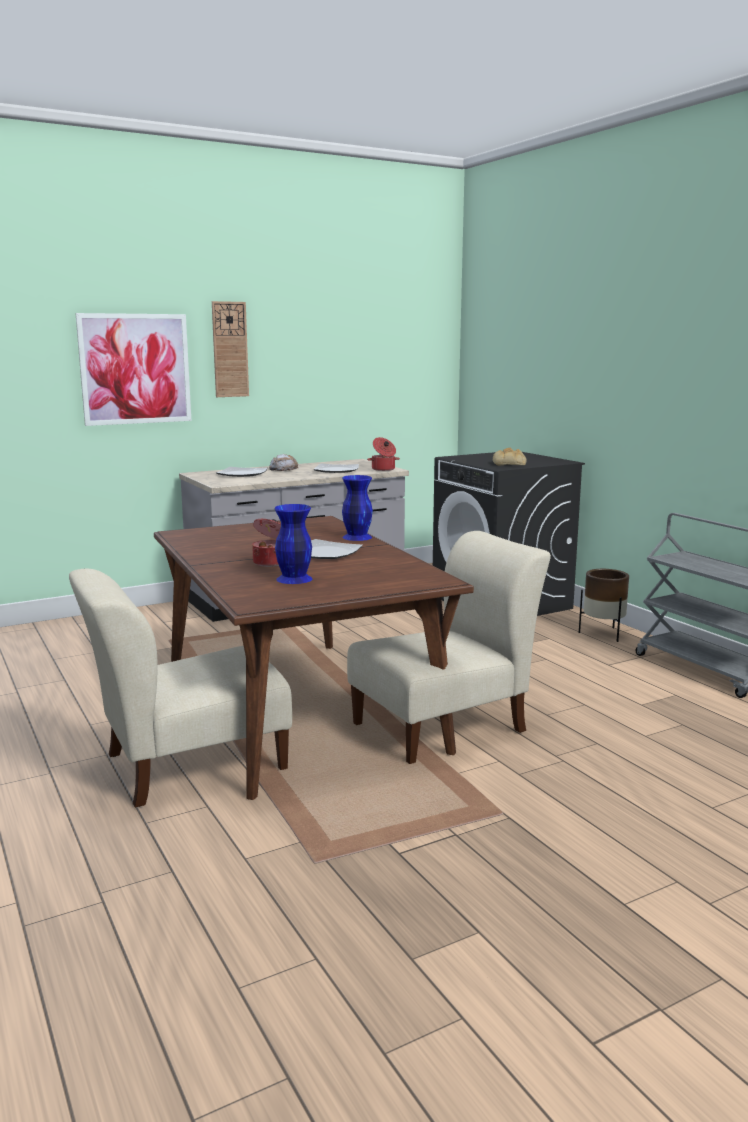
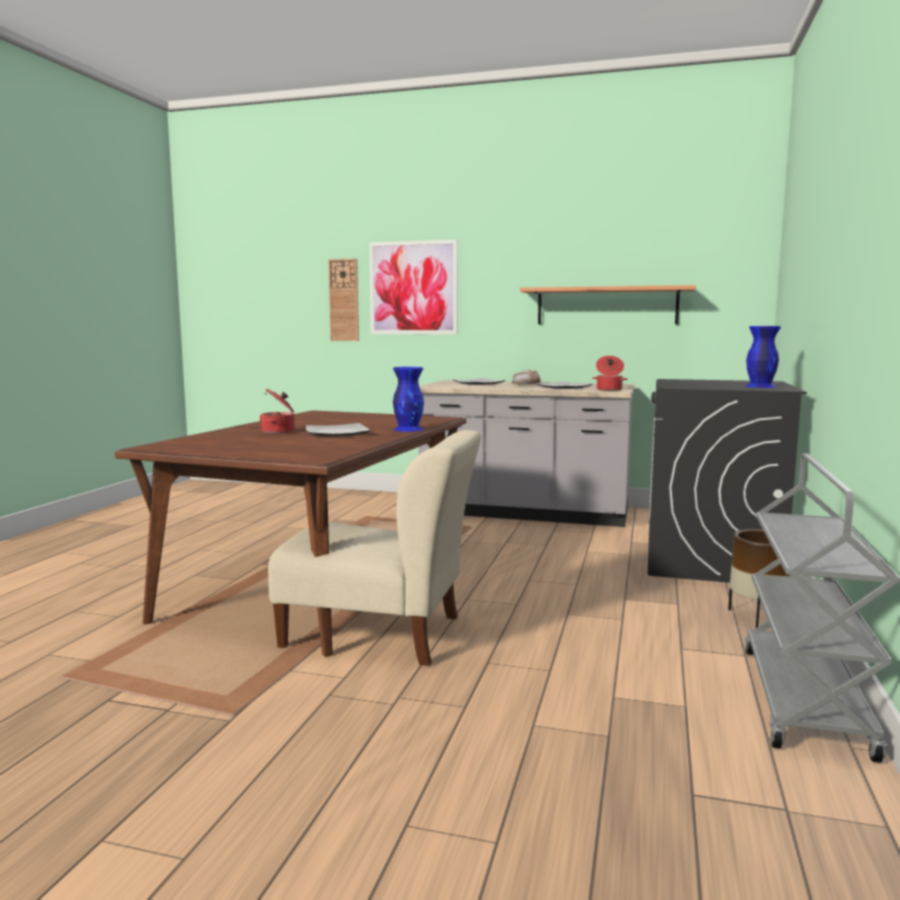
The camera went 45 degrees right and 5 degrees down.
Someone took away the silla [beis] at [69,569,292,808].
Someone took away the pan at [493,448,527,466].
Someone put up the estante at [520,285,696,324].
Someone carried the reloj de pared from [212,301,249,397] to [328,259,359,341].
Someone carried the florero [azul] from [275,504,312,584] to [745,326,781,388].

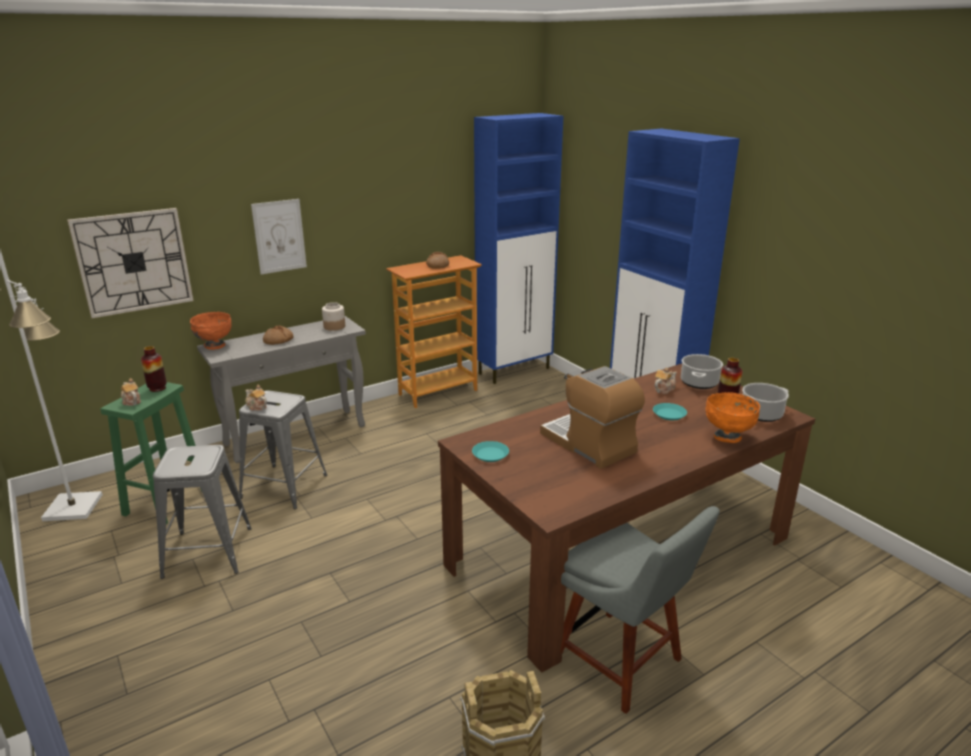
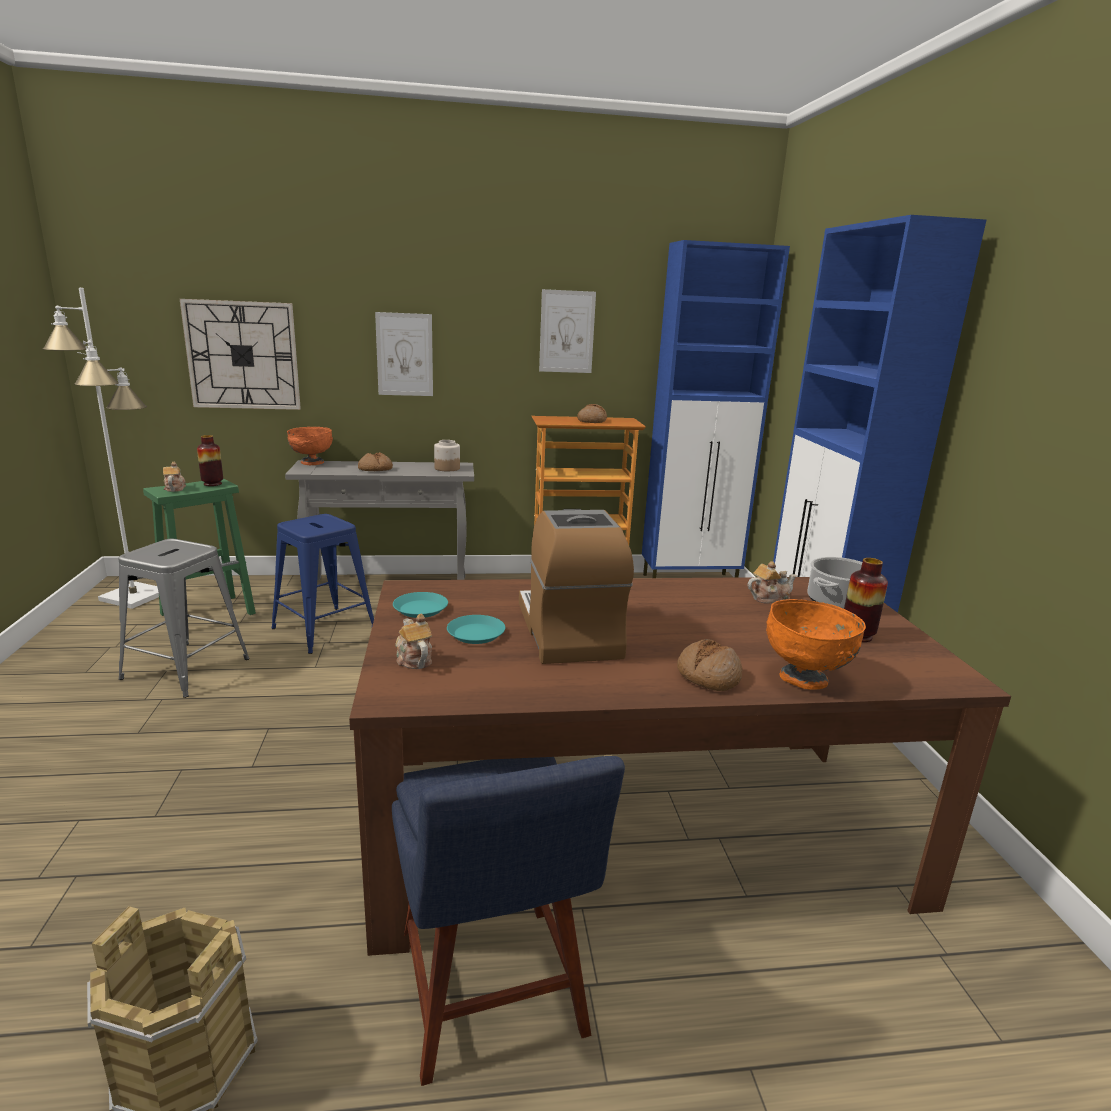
The camera went 25 degrees right and 5 degrees down.
Someone took away the olla at [742,383,789,422].
Someone put up the cuadro at [539,289,596,373].
Someone put down the pan at [677,639,742,691].
Someone carried the tetera from [245,384,267,411] to [395,613,432,669].
Someone carried the plato [turquesa] from [653,403,687,420] to [447,615,505,644].
Someone repainted the taburete [gris] at [239,391,327,509], which became the taburete [azul] at [272,514,374,654].
Someone repainted the silla [gris] at [560,506,720,714], which became the silla [azul] at [392,756,625,1086].

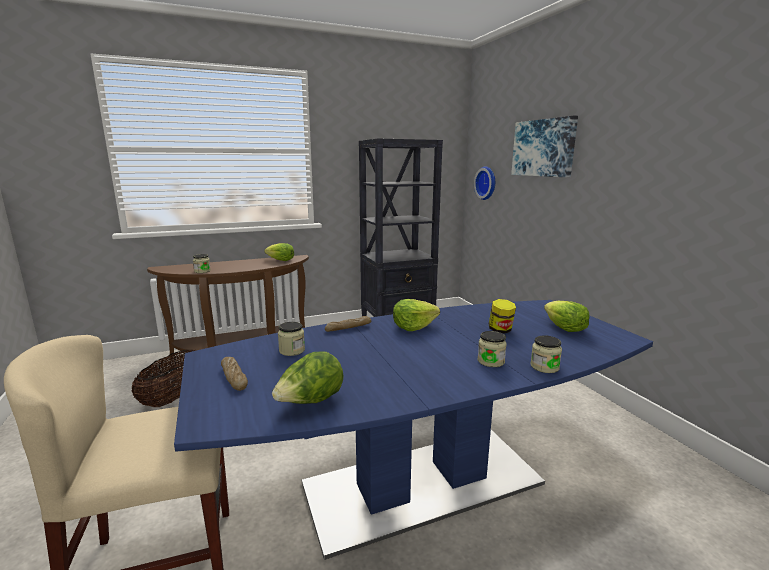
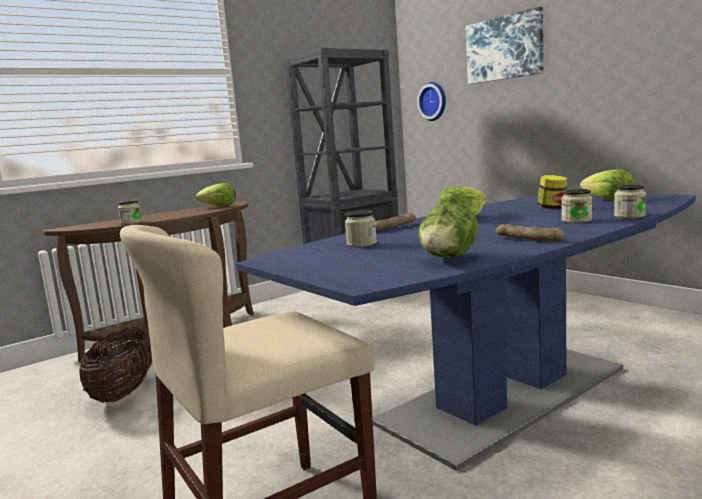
The camera went 15 degrees left and 5 degrees down.
Someone carried the pan from [221,357,248,391] to [496,224,565,242].

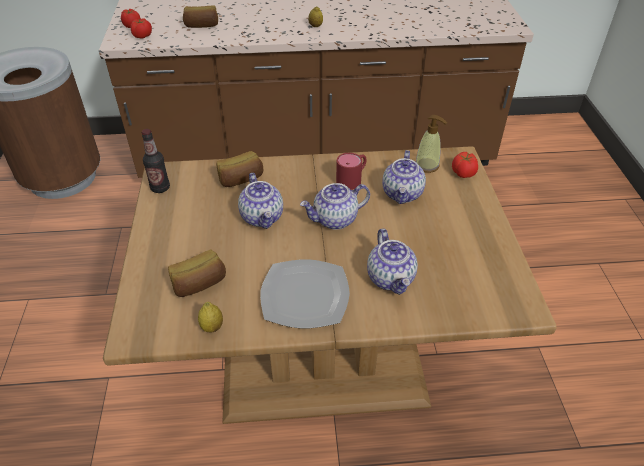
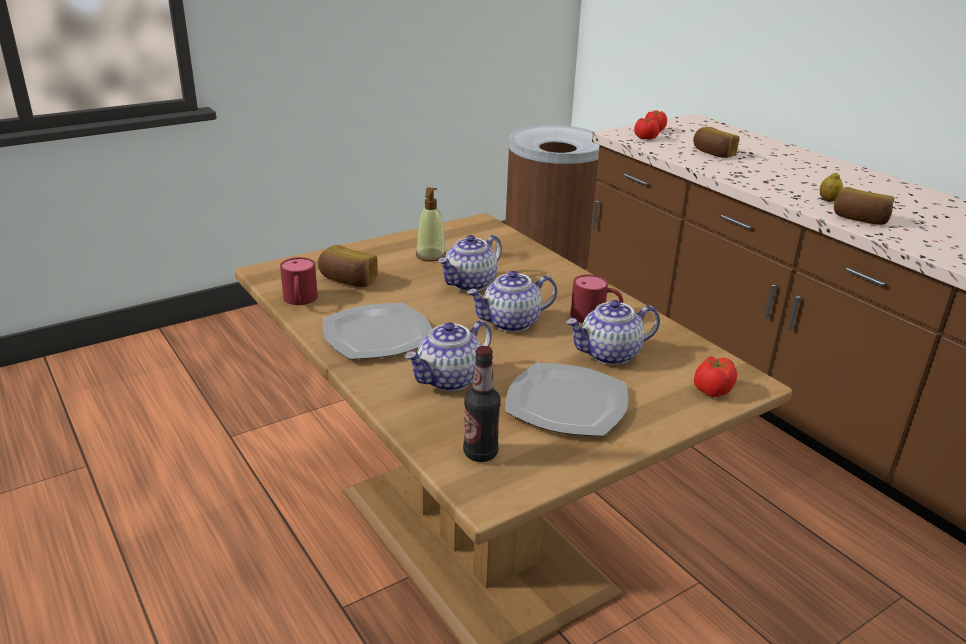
The camera went 60 degrees right and 15 degrees down.
Someone put down the plato at [505,363,628,436].
Someone carried the botella from [142,129,170,193] to [463,346,501,462].
Someone carried the pan from [216,151,263,187] to [834,187,894,225].
Someone carried the dispensador de jabón from [416,115,447,173] to [416,187,446,261].
Someone swapped the limón at [198,302,223,333] for the taza grande [rojo] at [280,257,318,305].
Someone rotated the tetera at [300,183,370,230] by 60 degrees counterclockwise.

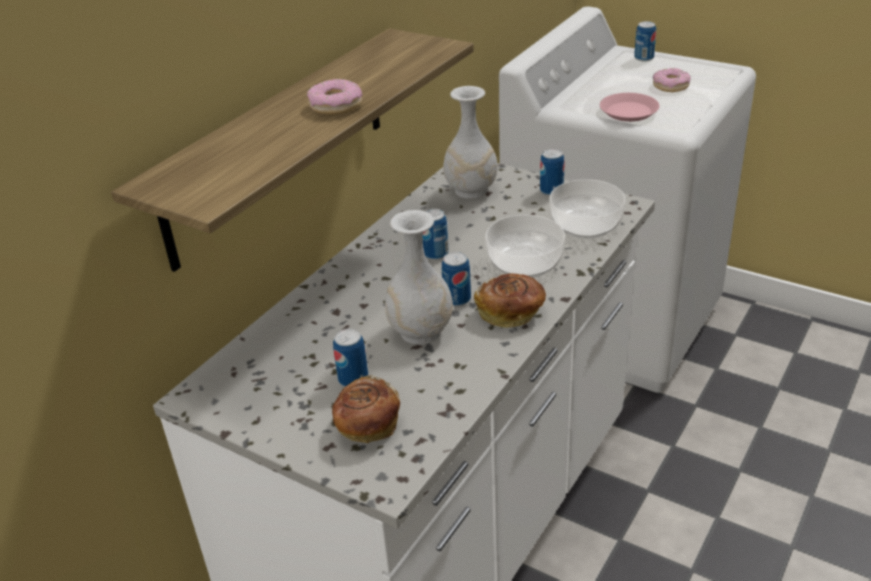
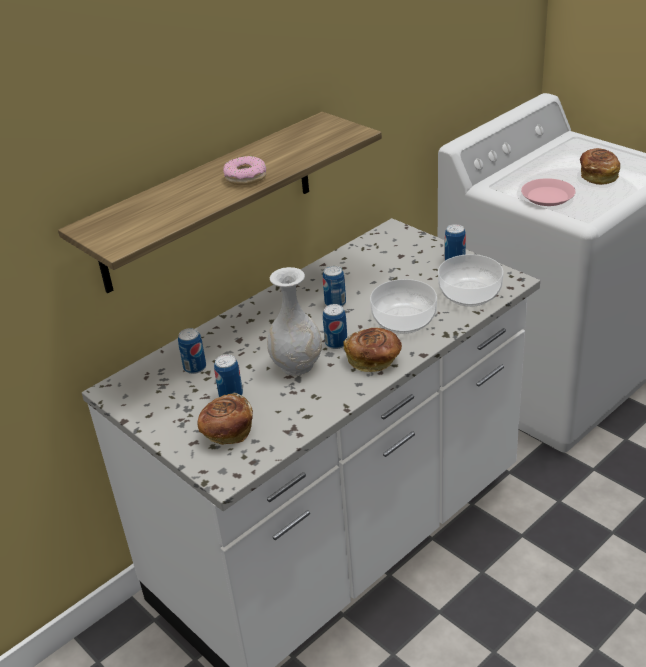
The camera went 15 degrees right and 0 degrees up.
Someone took away the florero [blanco] at [443,86,497,199].
Someone carried the lata from [634,21,656,61] to [178,328,206,374].
Someone swapped the rosquilla at [653,68,691,92] for the pan at [580,148,620,185].

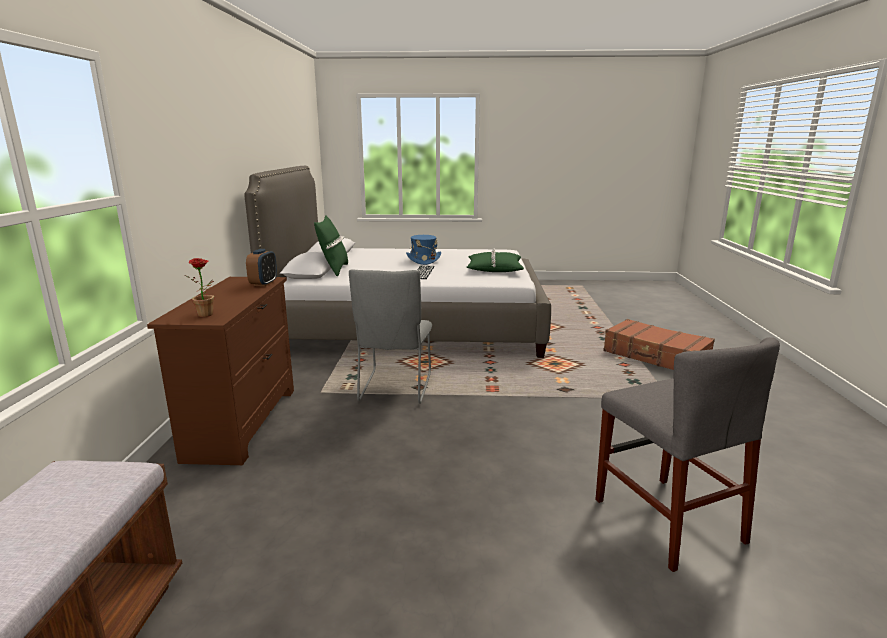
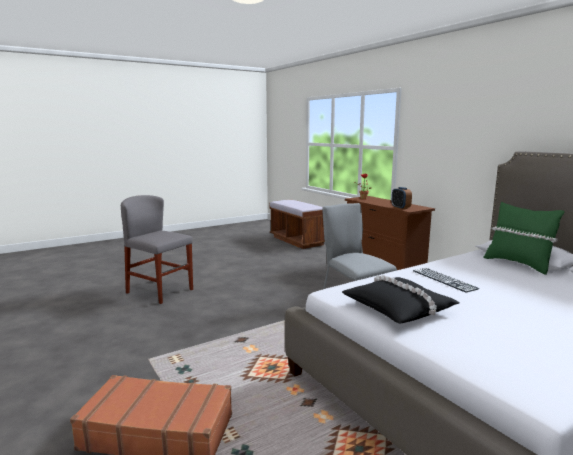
The camera went 145 degrees right and 5 degrees down.
Someone took away the sombrero [azul] at [406,235,441,265].
Someone repainted the cojín [verde] at [467,248,524,272], which became the cojín [negro] at [342,275,459,324].

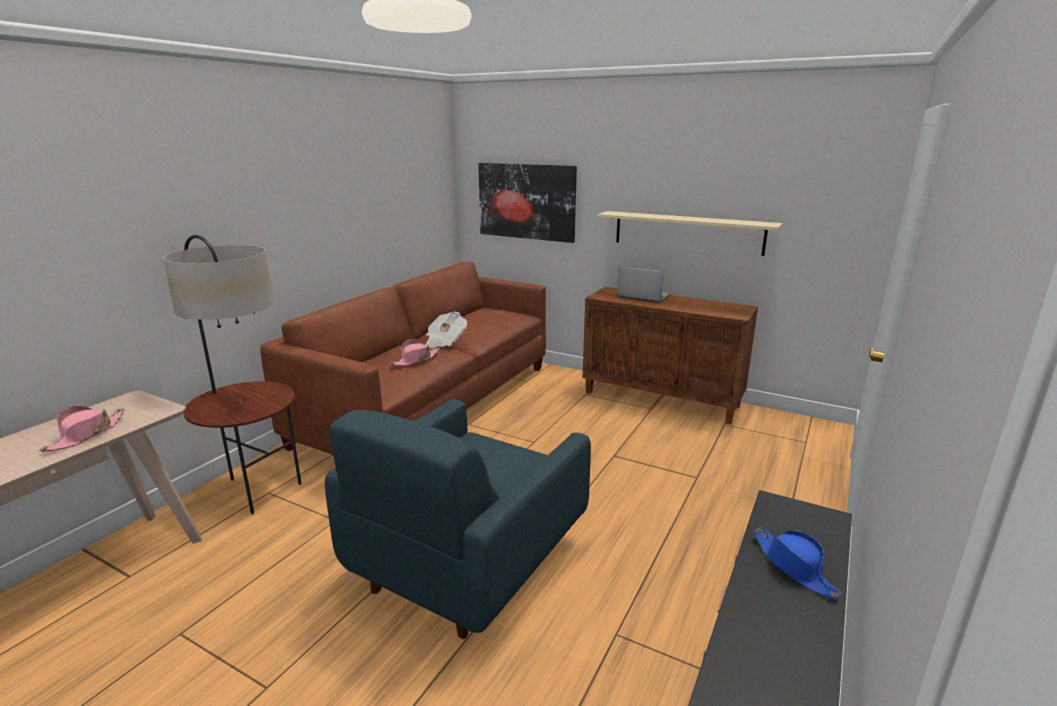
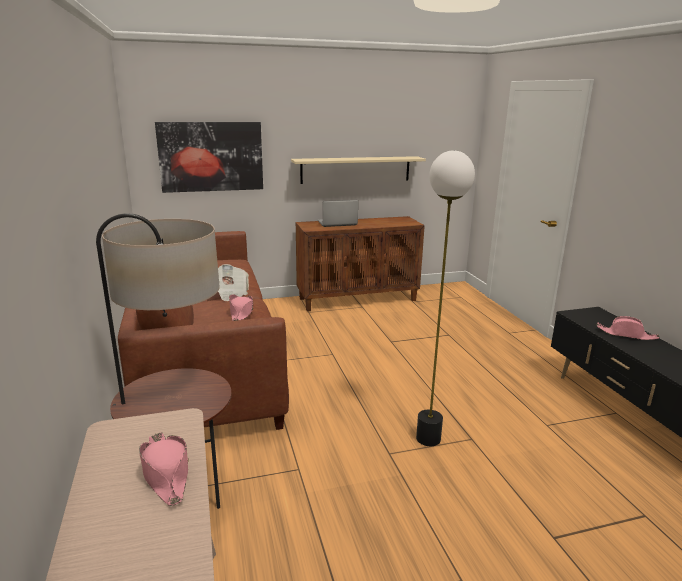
The camera went 45 degrees left and 0 degrees up.
Someone swapped the sillón [azul] at [325,399,591,639] for the lámpara de pie at [416,150,475,446].
Someone repainted the sombrero [azul] at [754,526,842,599], which became the sombrero [rosa] at [597,316,660,340].

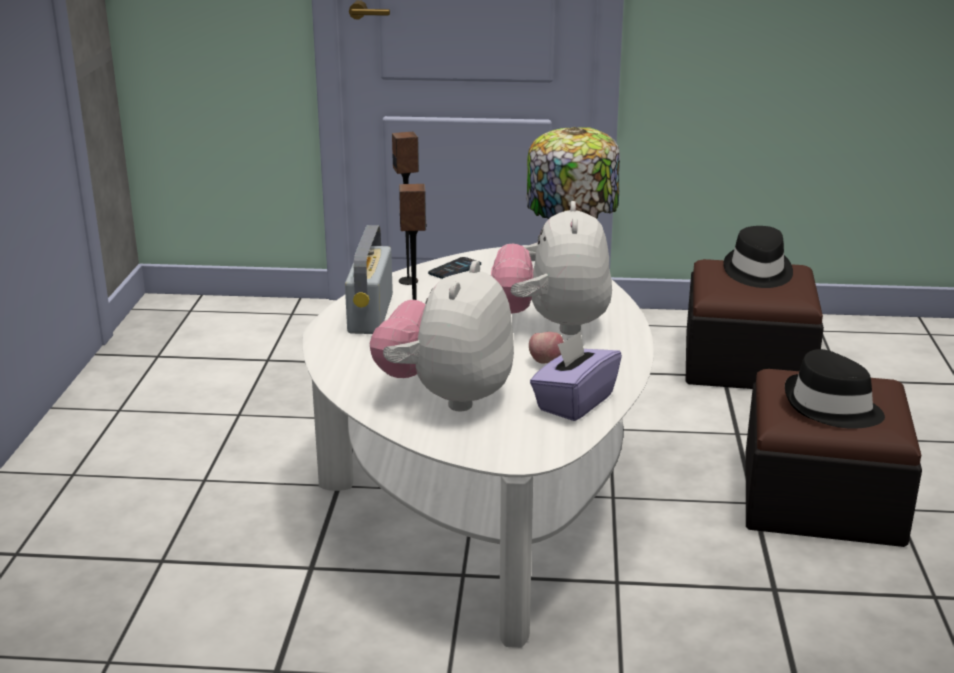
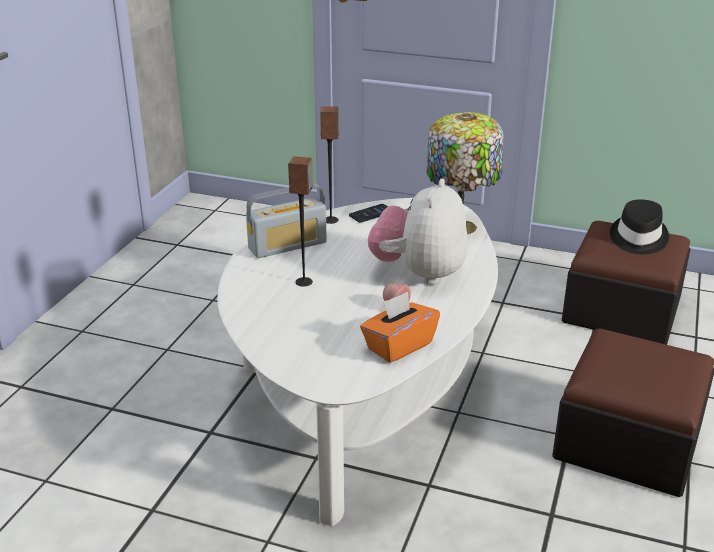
The camera went 15 degrees right and 5 degrees up.
Someone took away the peluche at [369,261,514,412].
Someone took away the sombrero [negro] at [785,349,885,429].
Someone repainted the caja de pañuelos [morado] at [530,331,622,421], which became the caja de pañuelos [naranja] at [360,292,440,363].
Someone rotated the radio at [345,225,393,334] by 135 degrees counterclockwise.

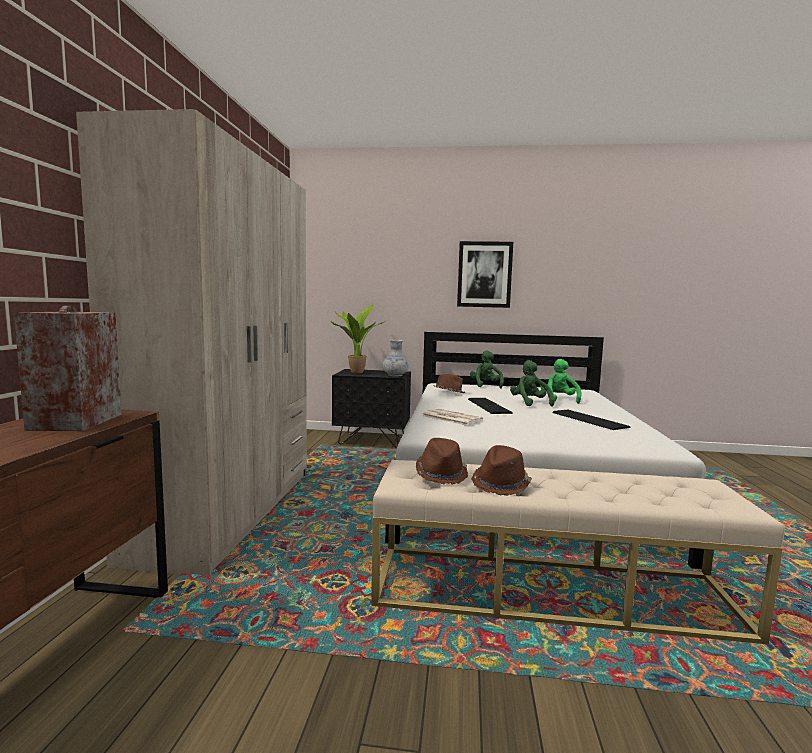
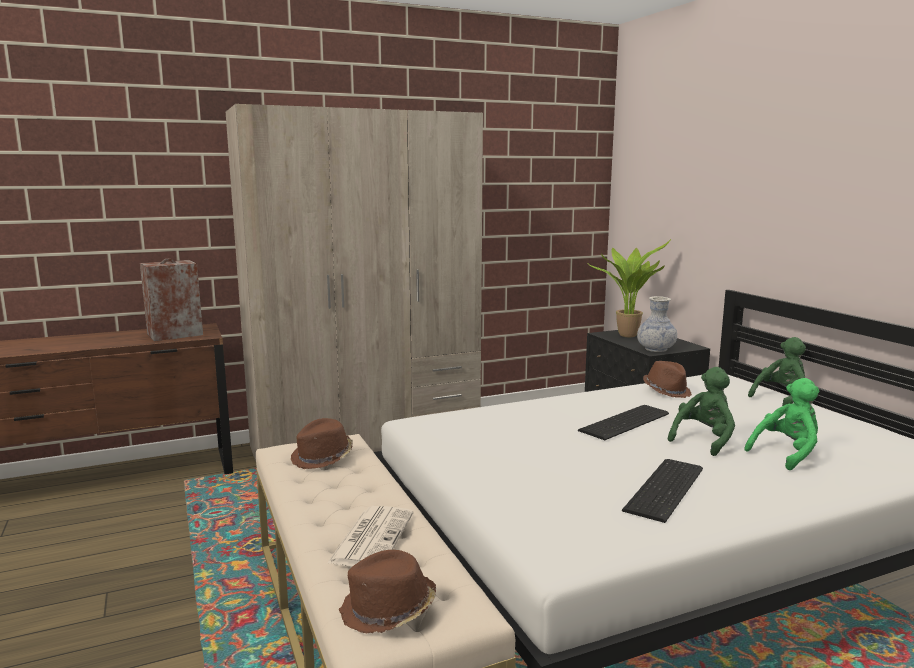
The camera went 60 degrees right and 5 degrees up.
Someone took away the cuadro at [457,241,513,308].
Someone carried the periódico from [421,408,483,426] to [327,506,413,567].
Someone carried the sombrero [marrón] from [471,445,532,496] to [339,550,436,633].

